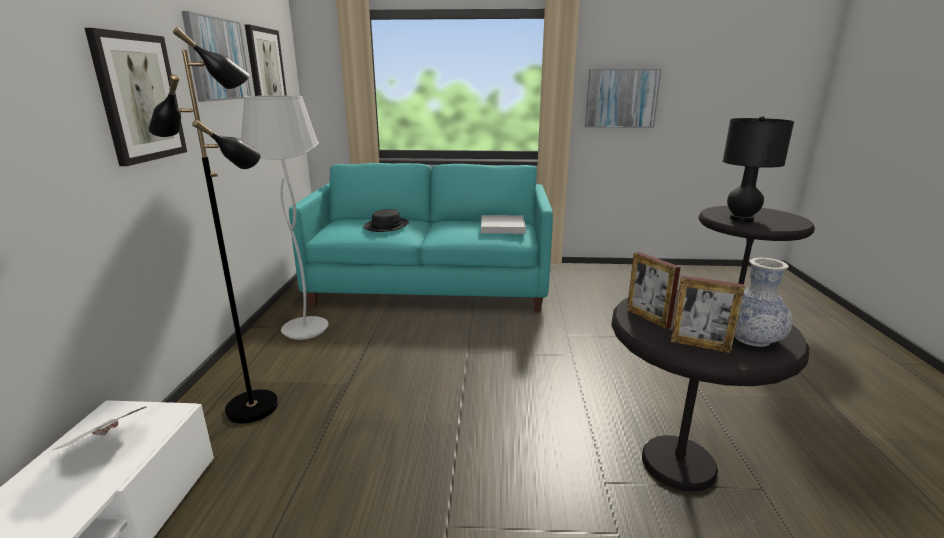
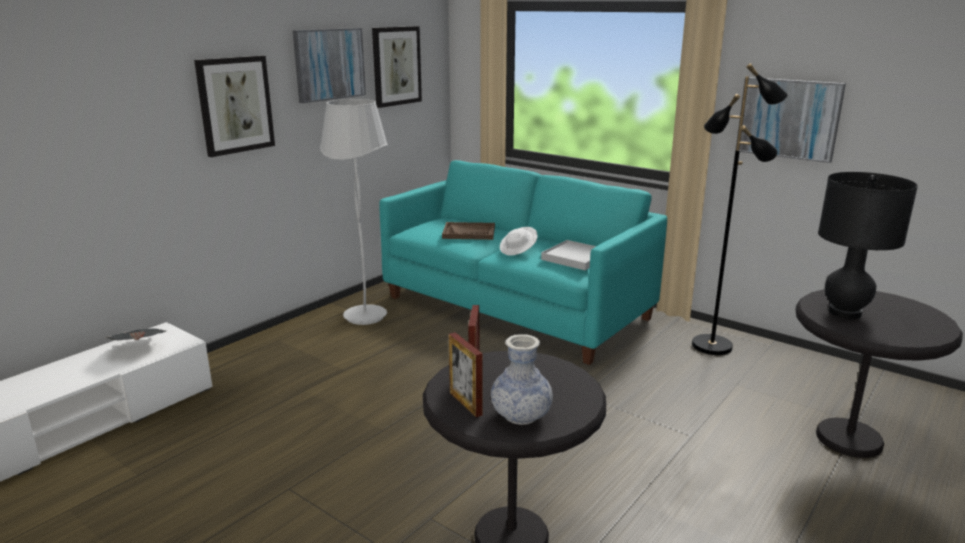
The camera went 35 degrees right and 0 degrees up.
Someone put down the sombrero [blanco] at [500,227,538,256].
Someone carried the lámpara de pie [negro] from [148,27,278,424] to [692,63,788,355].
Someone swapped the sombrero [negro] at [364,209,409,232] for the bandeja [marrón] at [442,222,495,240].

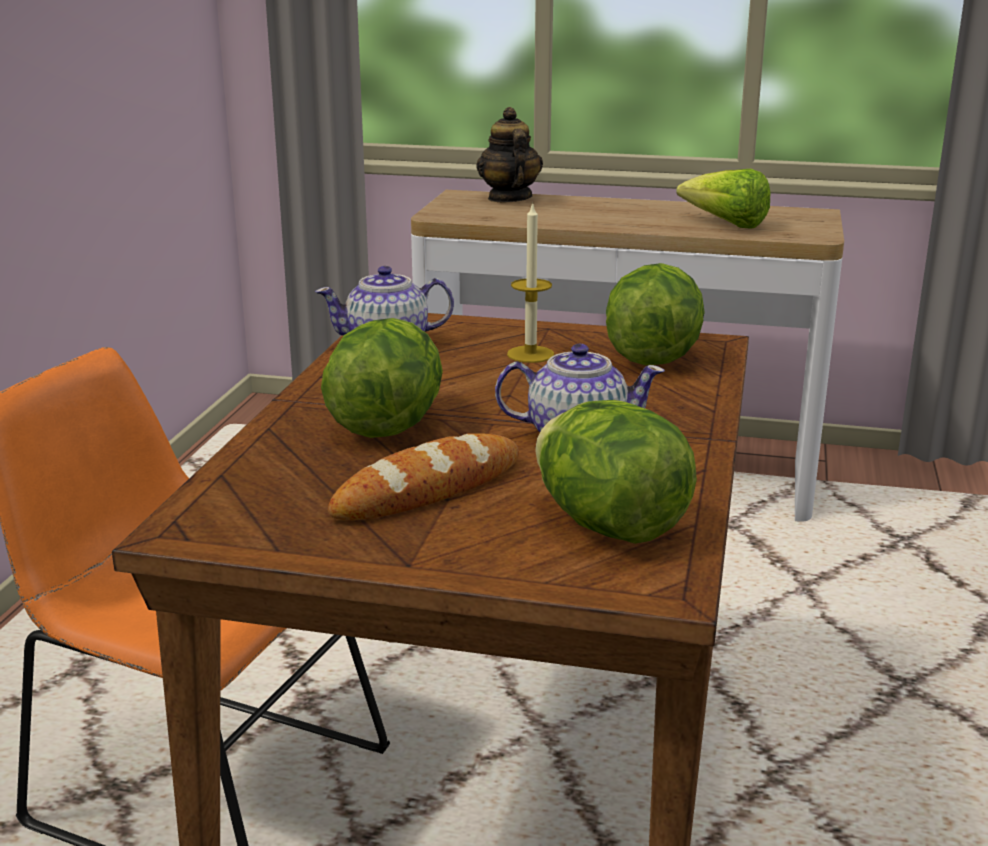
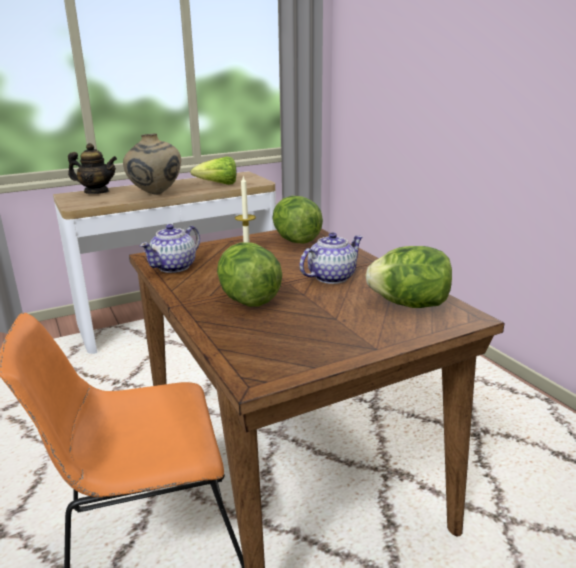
The camera went 40 degrees left and 0 degrees up.
Someone took away the pan at [328,433,519,520].
Someone put down the florero [beis] at [123,133,181,195].
Someone rotated the tetera at [476,107,543,202] by 150 degrees clockwise.

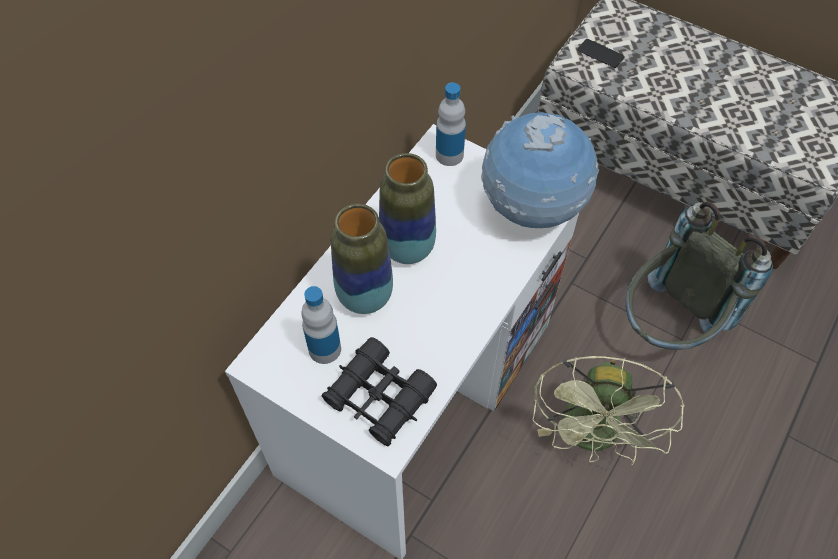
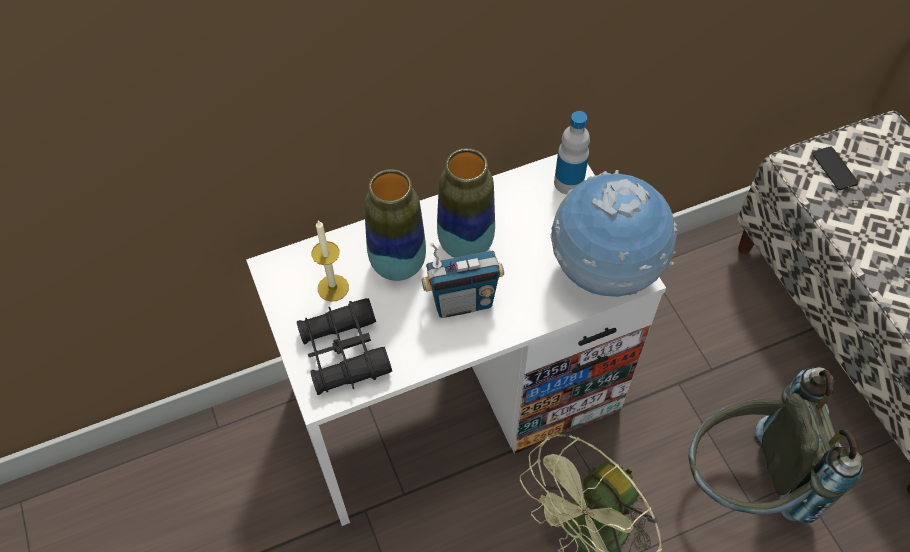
The camera went 35 degrees right and 0 degrees up.
Someone put down the radio at [422,243,504,318].
Someone swapped the botella at [301,286,341,364] for the vela at [312,220,349,302].

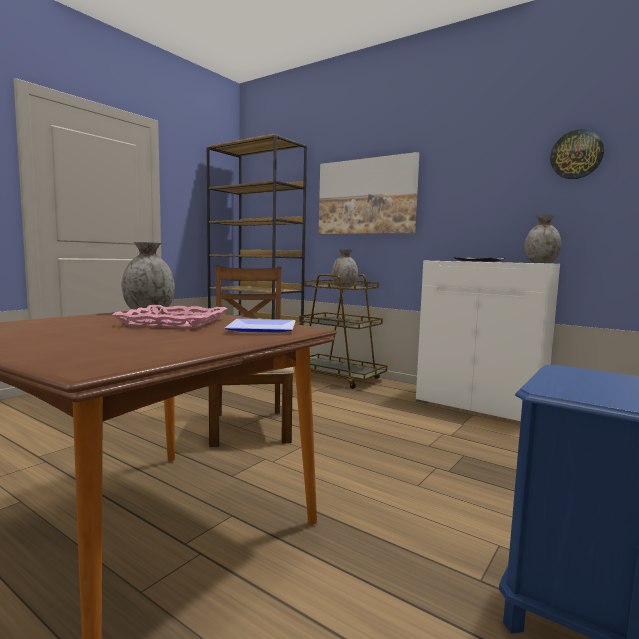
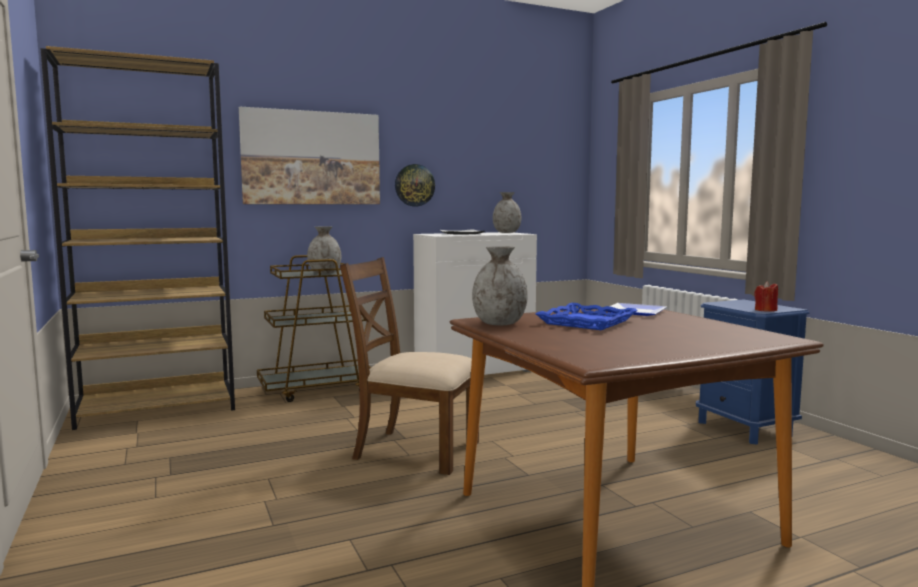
The camera went 60 degrees left and 0 degrees up.
Someone put down the vela [rojo] at [754,281,778,312].
Someone carried the reloj de pared from [550,129,604,179] to [395,164,435,206].
Someone repainted the bandeja [rosa] at [112,305,227,329], which became the bandeja [azul] at [536,303,637,330].

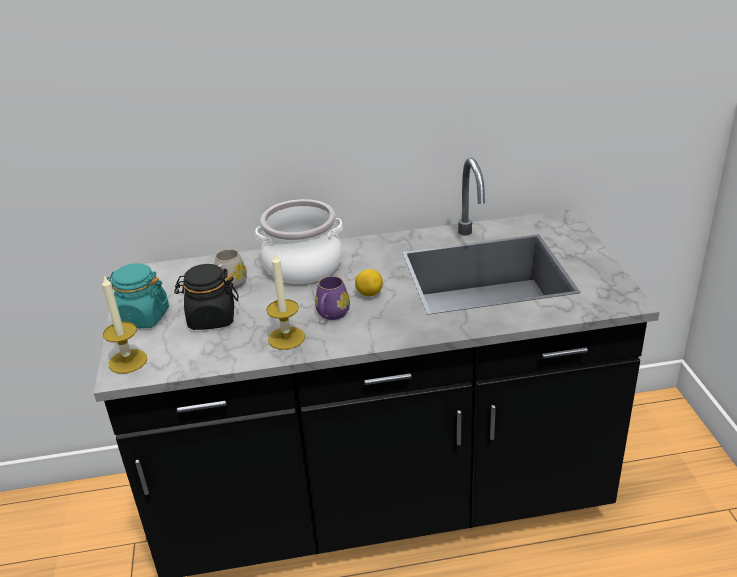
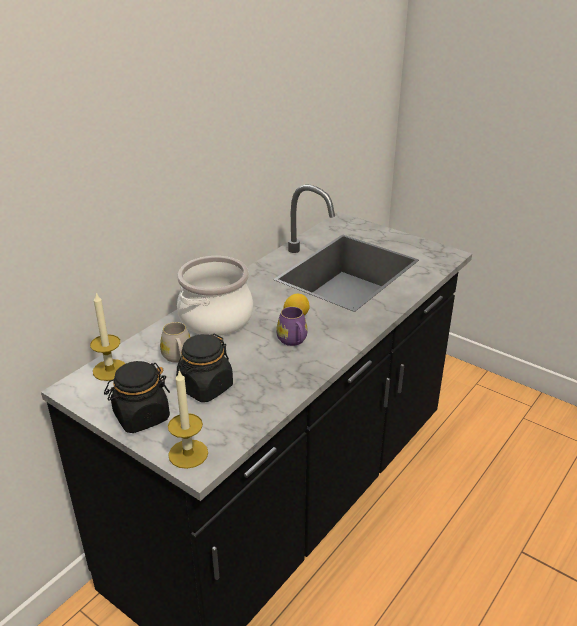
The camera went 45 degrees left and 0 degrees up.
Someone carried the vela from [266,254,305,350] to [90,292,125,381].
Someone repainted the tarro [turquesa] at [107,263,169,328], which became the tarro [negro] at [104,361,170,433].

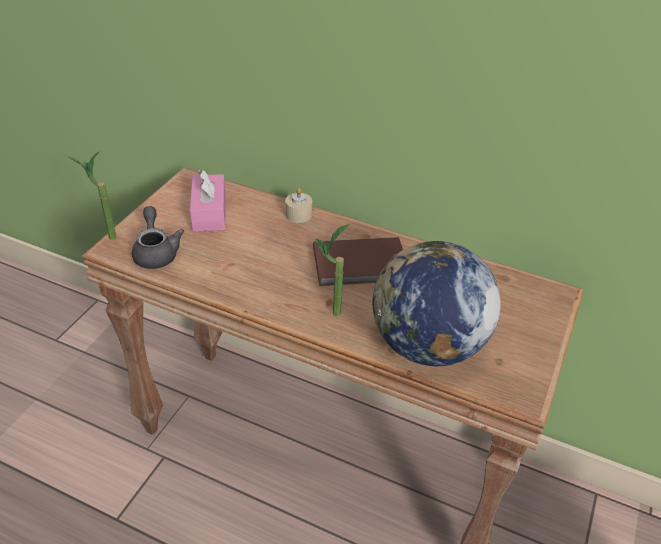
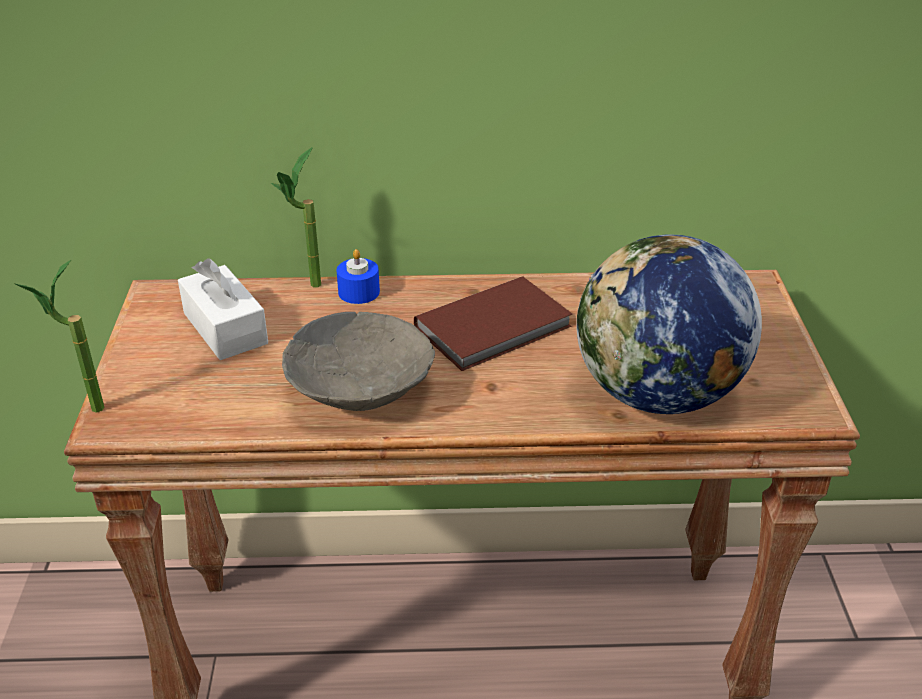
The camera went 25 degrees left and 5 degrees down.
Someone took away the tetera [gris] at [132,206,184,269].
Someone put down the cuenco [gris] at [282,312,435,411].
Someone carried the planta en maceta from [315,224,350,317] to [271,147,321,288].
Someone repainted the caja de pañuelos [rosa] at [190,169,226,231], which became the caja de pañuelos [blanco] at [178,258,268,360].
Someone repainted the vela [beis] at [285,188,312,223], which became the vela [azul] at [336,249,380,304].

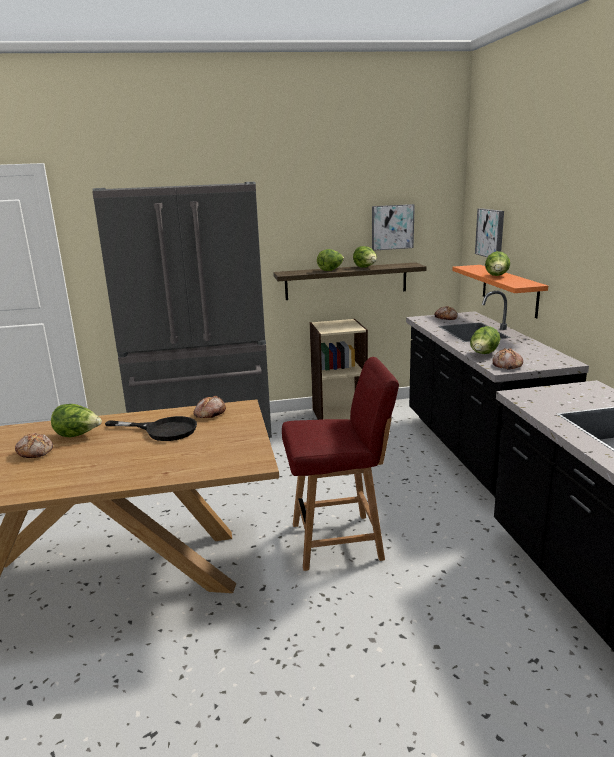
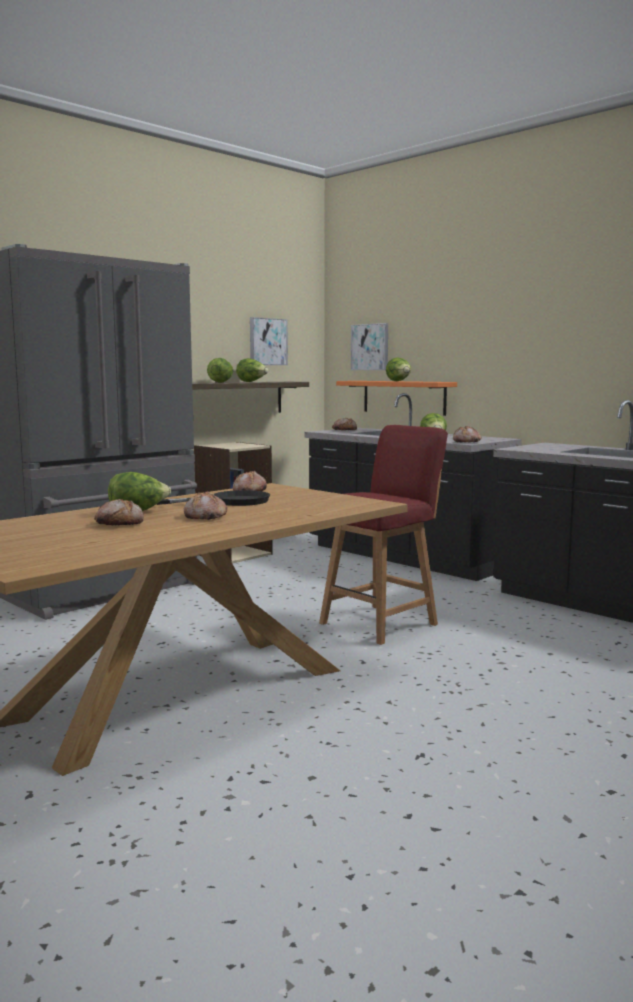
The camera went 35 degrees left and 10 degrees down.
Someone put down the pan at [184,491,227,520].

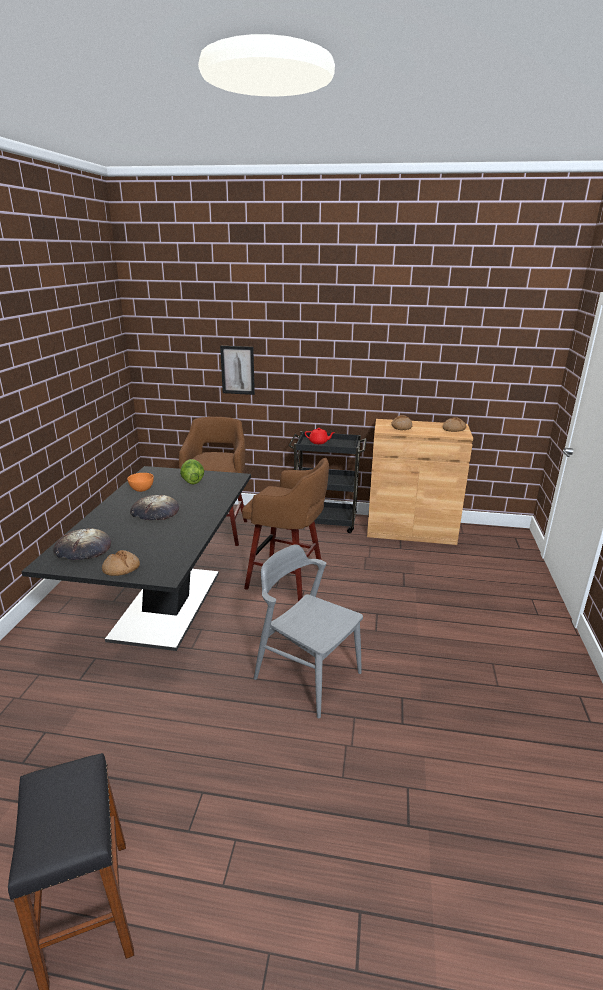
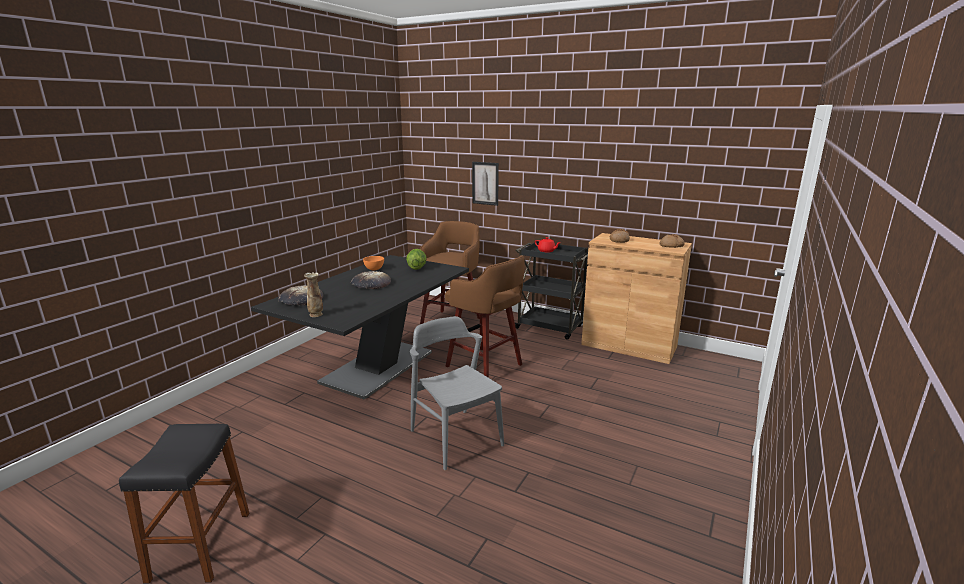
The camera went 20 degrees right and 5 degrees down.
Someone swapped the pan at [102,550,140,576] for the florero at [304,272,323,317].

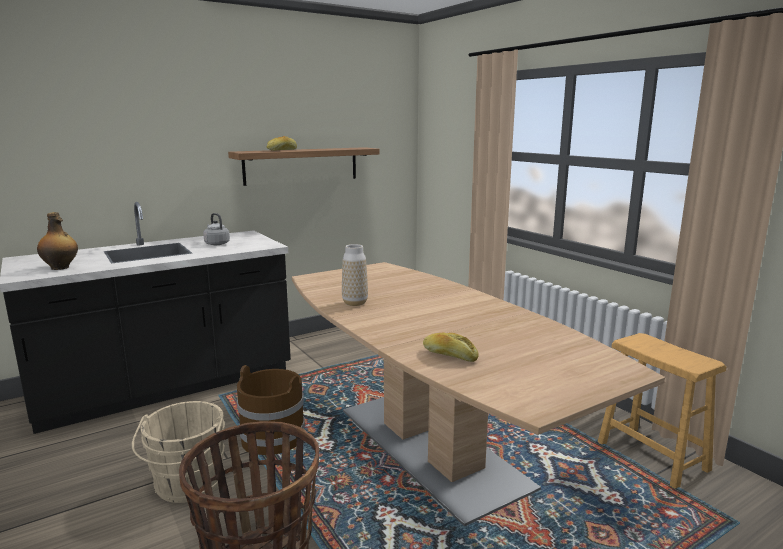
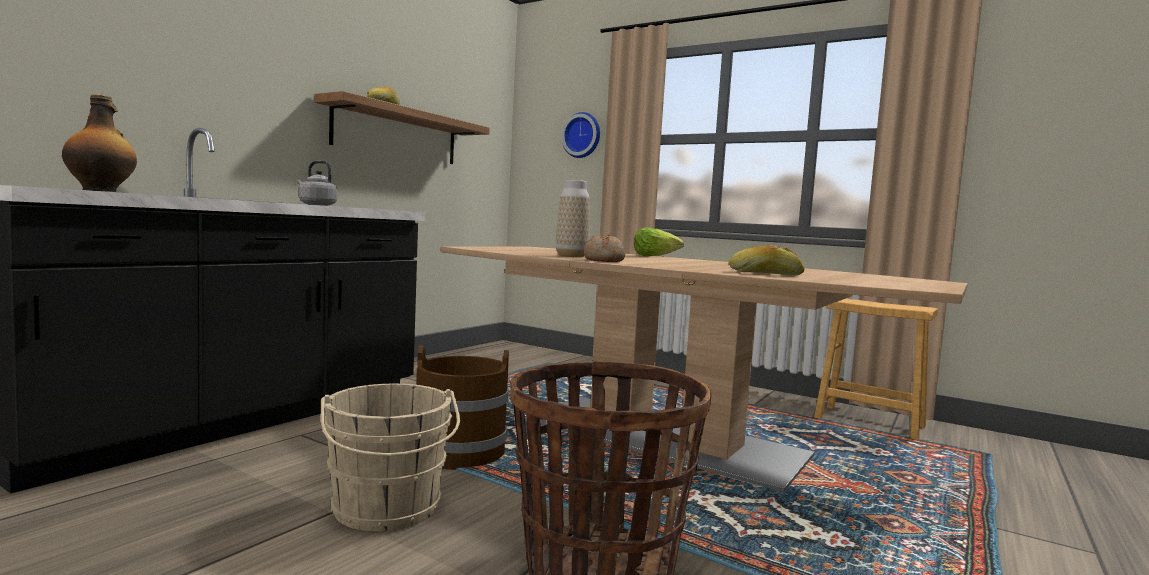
The camera went 25 degrees left and 10 degrees down.
Someone put up the reloj de pared at [561,112,600,158].
Someone put down the pan at [584,235,625,262].
Someone put down the lechuga at [634,227,684,256].

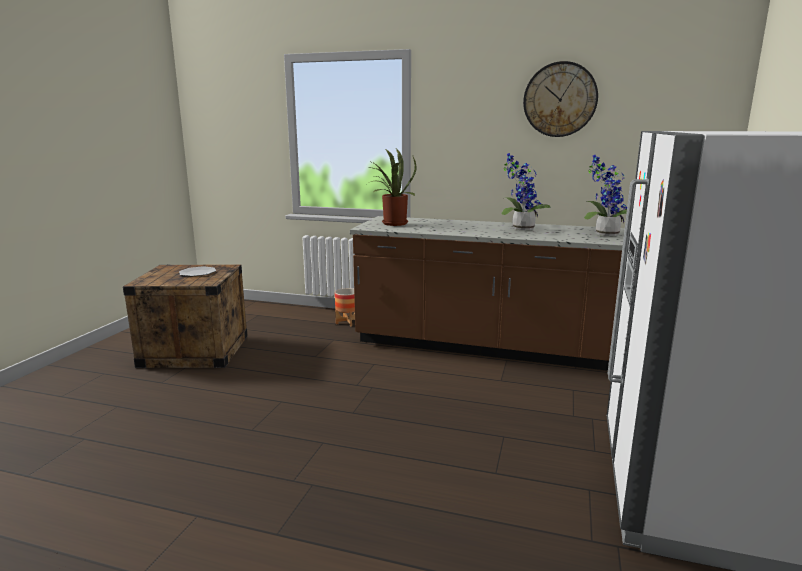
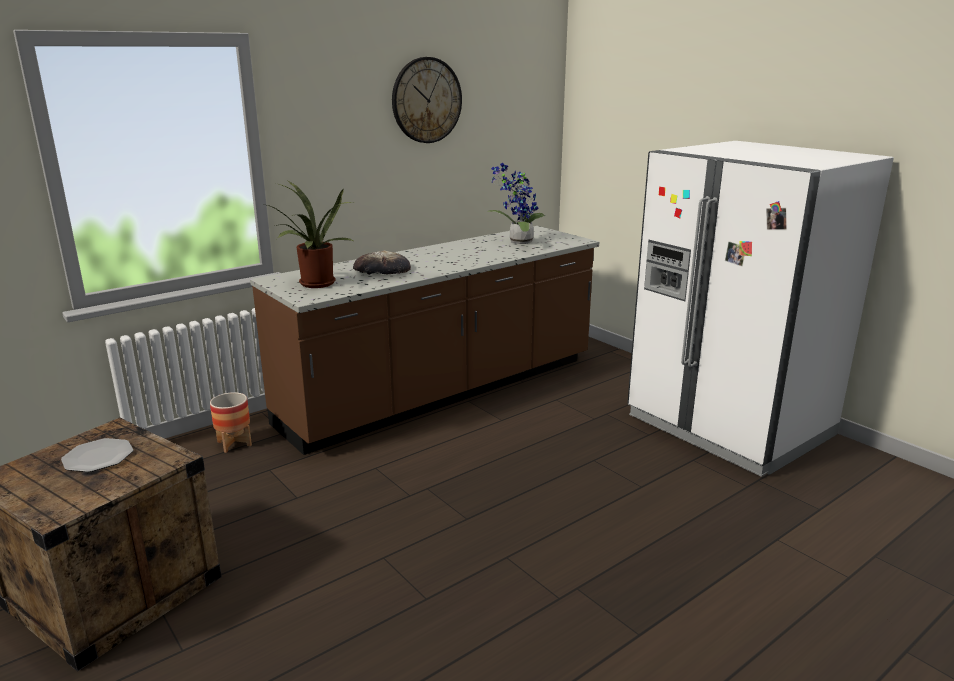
The camera went 55 degrees left and 5 degrees up.
Someone took away the planta en maceta at [501,153,550,230].
Someone put down the pan at [353,250,411,275].

